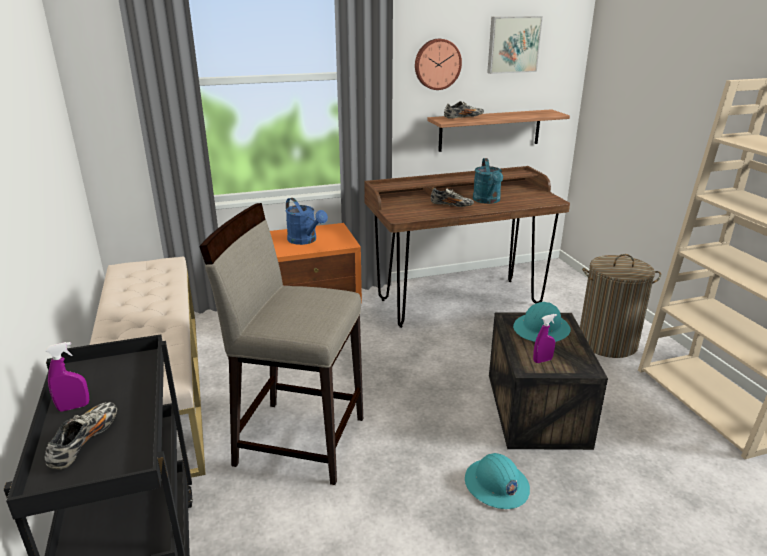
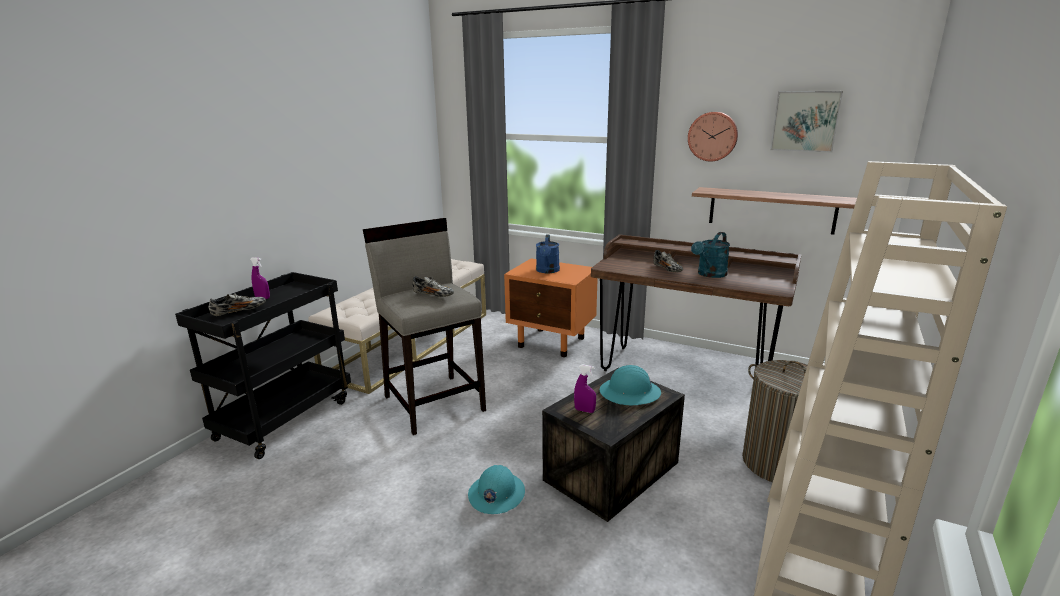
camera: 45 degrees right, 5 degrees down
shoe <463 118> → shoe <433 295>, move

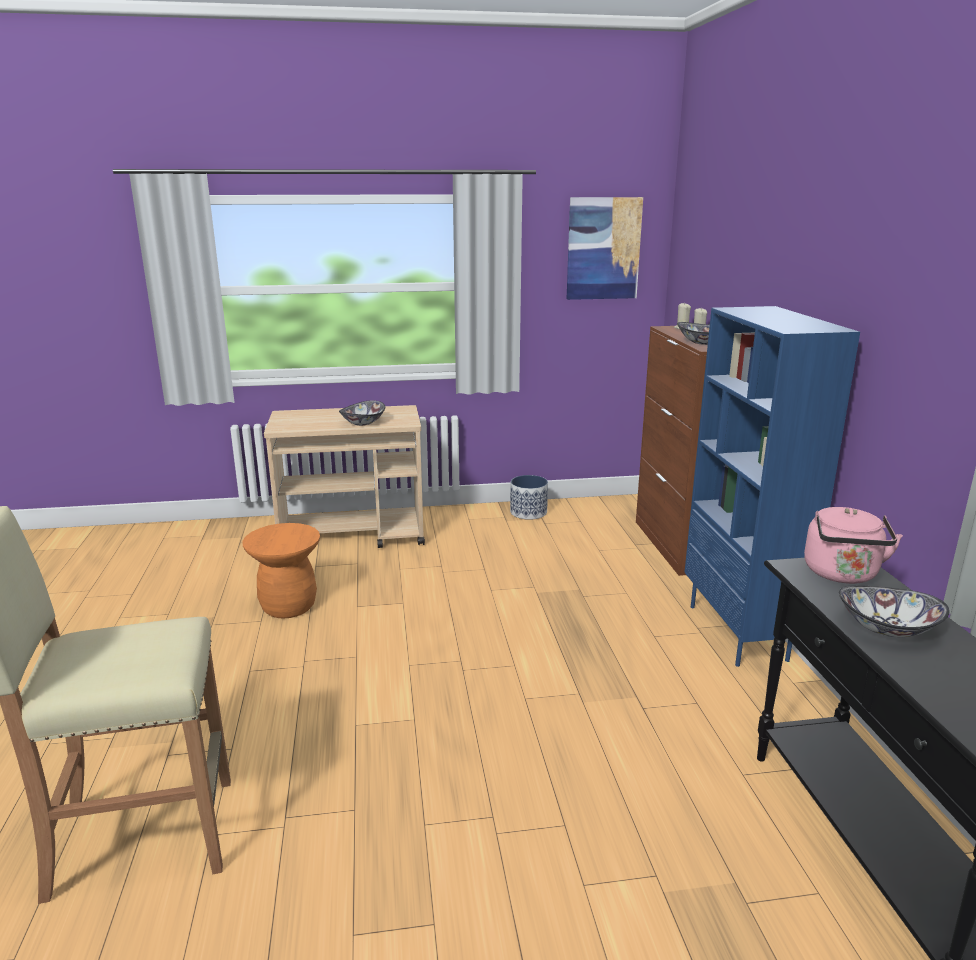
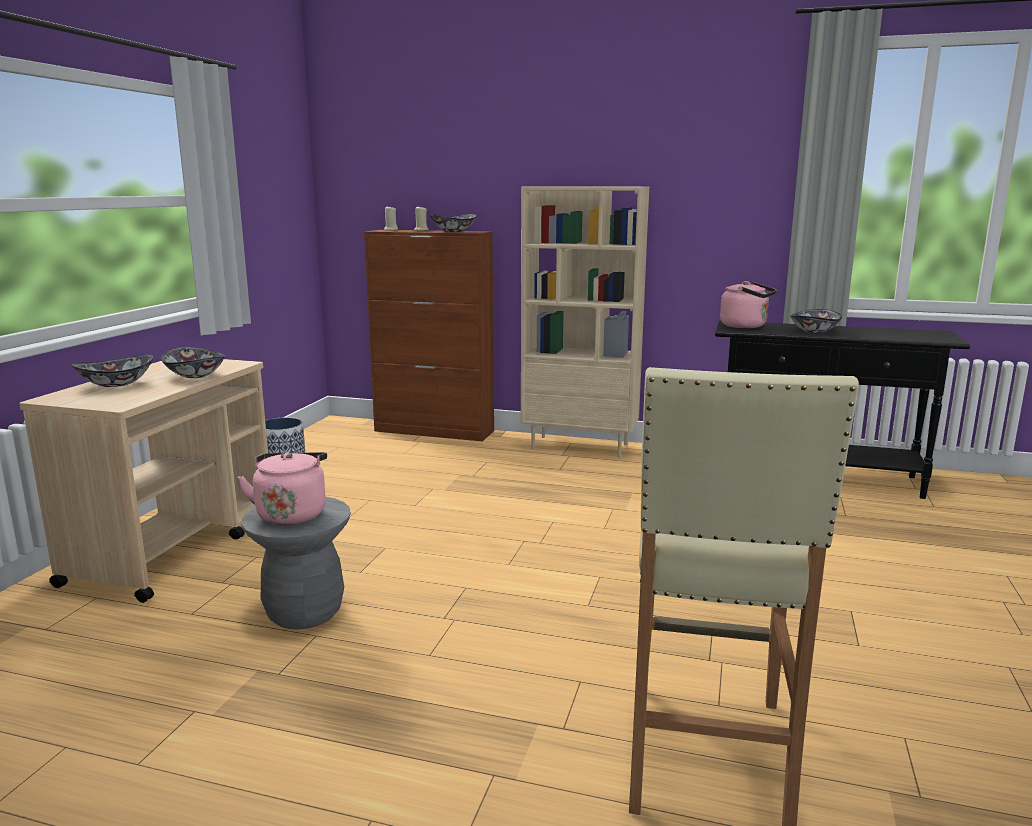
camera: 65 degrees left, 5 degrees down
orange-coloured stool seat <288 606> → grey stool seat <304 612>
wall picture <603 248> → -
bluish bookcase <739 633> → beige bookcase <580 446>
- → serving bowl <117 384>
- → pink kettle <291 513>

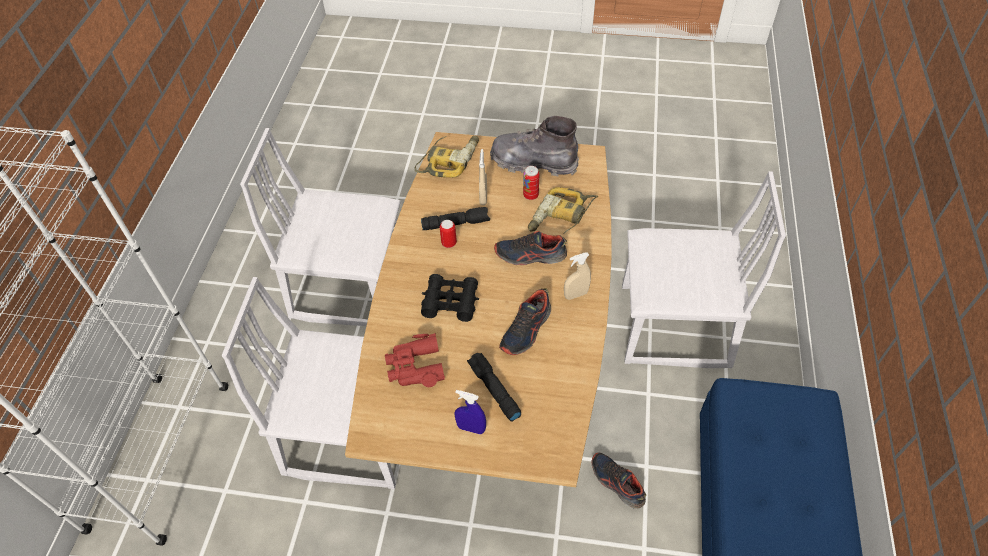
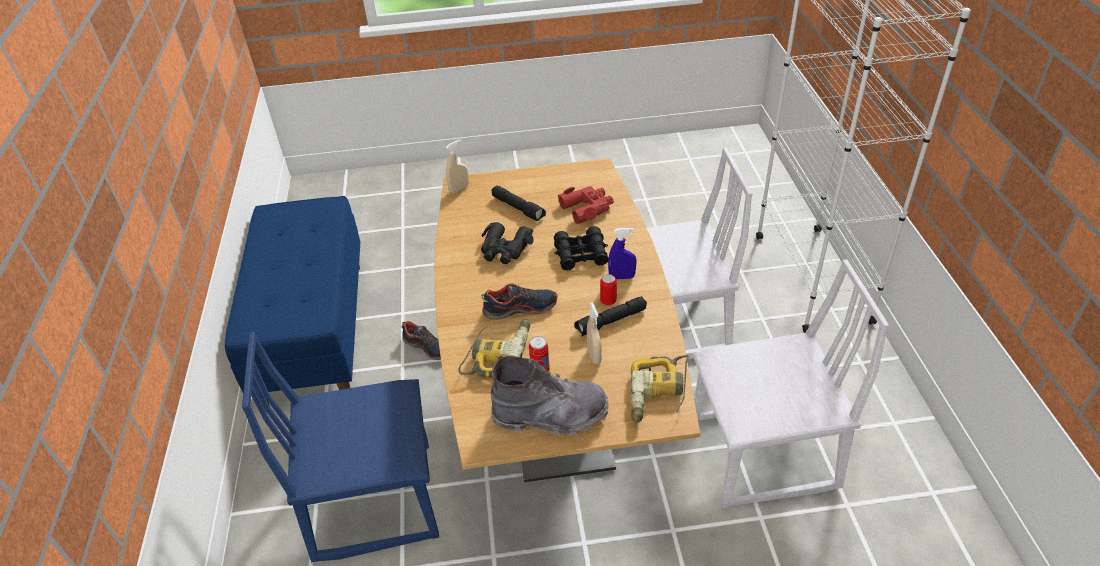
camera: 165 degrees right, 10 degrees down
bluish hand sprayer <471 428> → bluish hand sprayer <622 277>, move
shoe <526 330> → black-coloured binoculars <505 249>
beige hand sprayer <576 295> → beige hand sprayer <459 189>, move
white-coloured plain chair <674 327> → bluish plain chair <374 499>

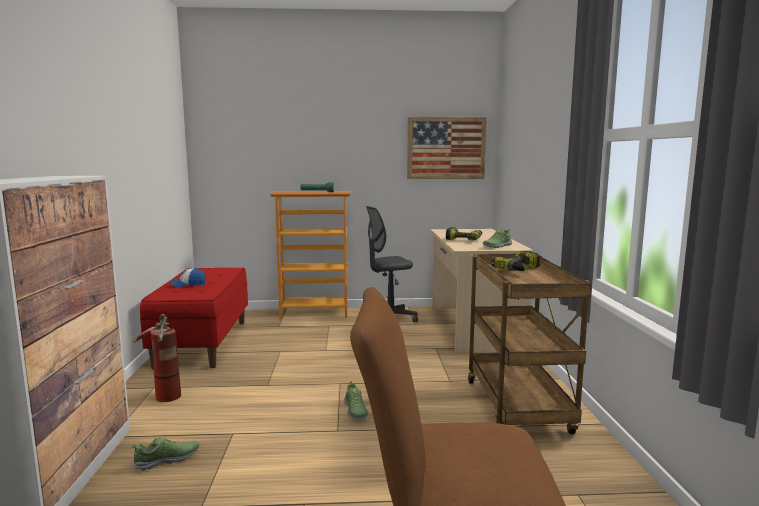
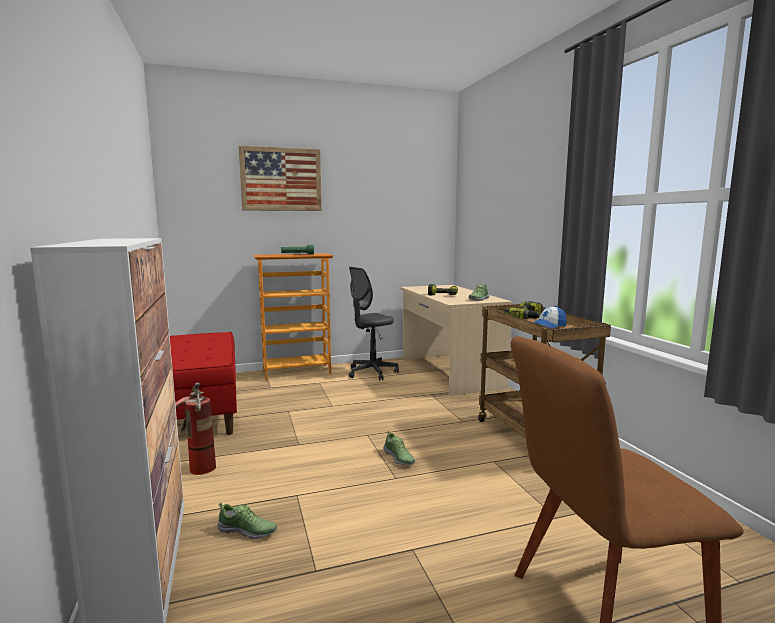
camera: 15 degrees left, 0 degrees up
shoe <167 460> → shoe <247 531>, 60 degrees clockwise
baseball cap <188 284> → baseball cap <548 326>, move
wall picture <446 148> → wall picture <281 179>, move

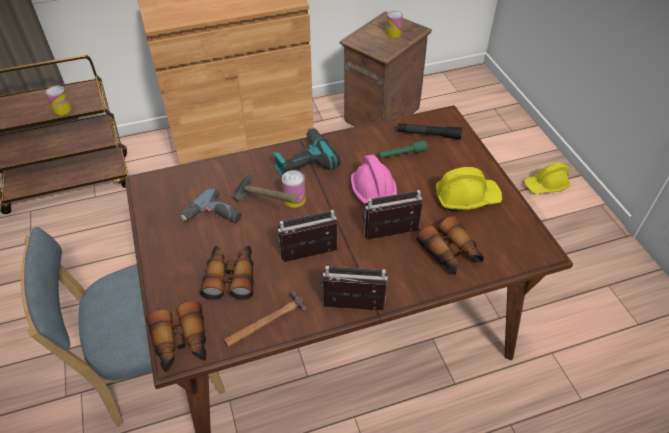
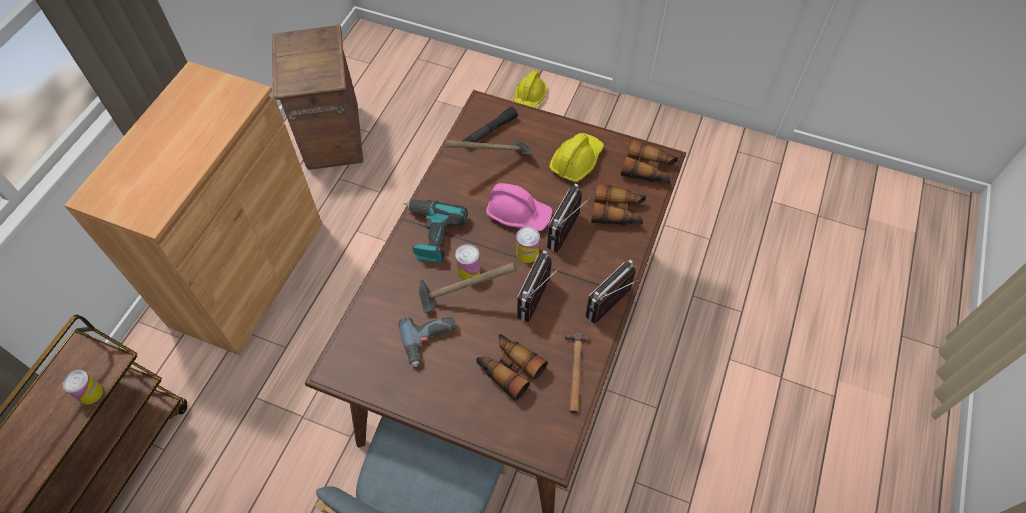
camera: 50 degrees left, 10 degrees up
binoculars <181 344> → binoculars <648 169>, move
greenish flashlight <401 154> → tool hammer <493 165>
can <393 33> → can <527 253>, move

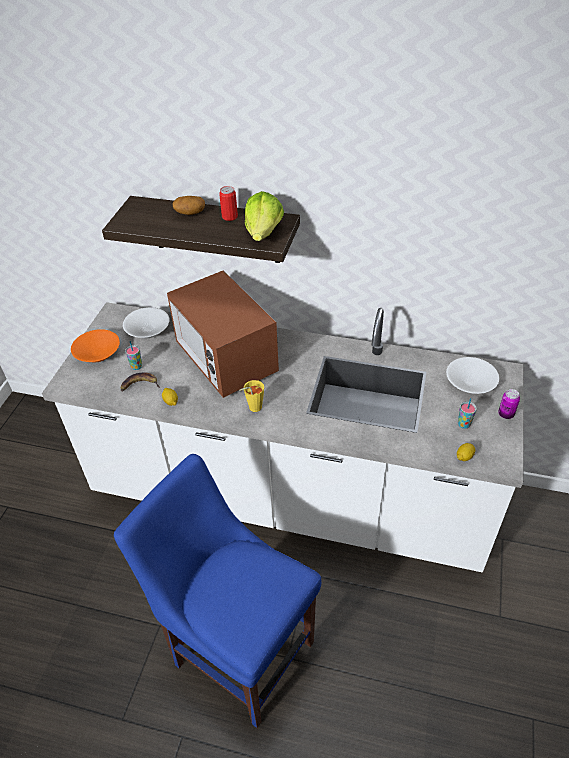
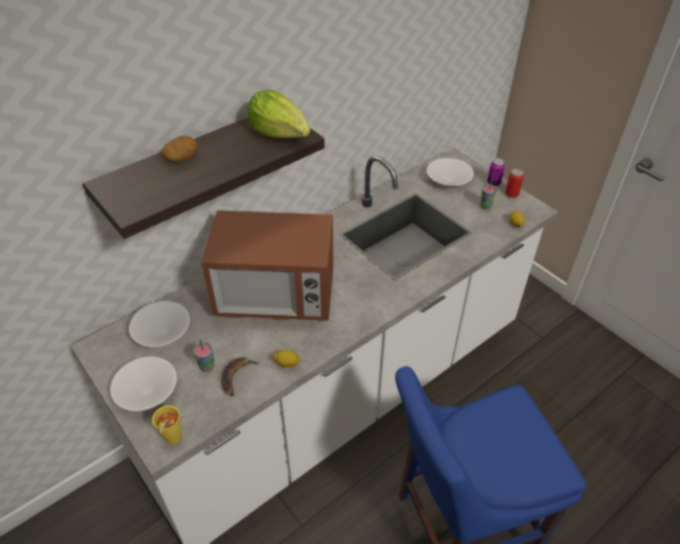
camera: 55 degrees left, 0 degrees up
orange-coloured serving bowl <97 353> → white-coloured serving bowl <147 392>
can <229 217> → can <511 193>, move
yellow drinking cup <252 408> → yellow drinking cup <171 440>, move

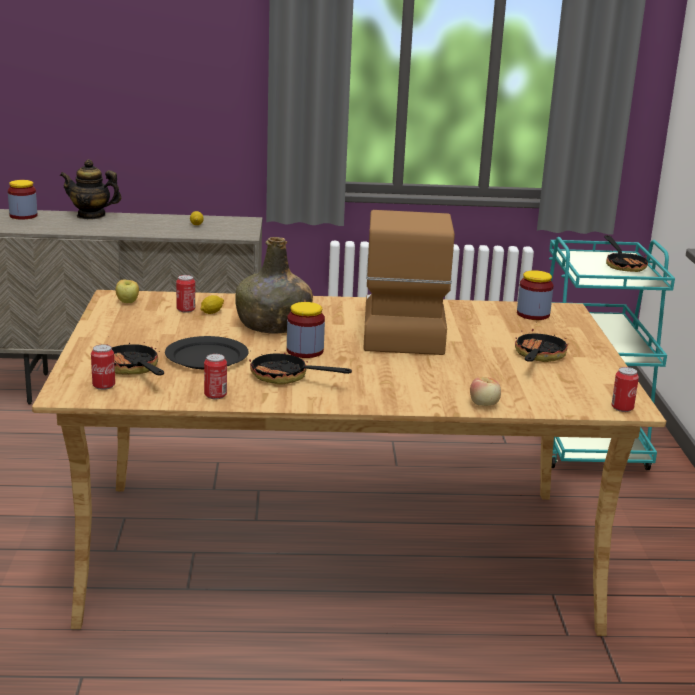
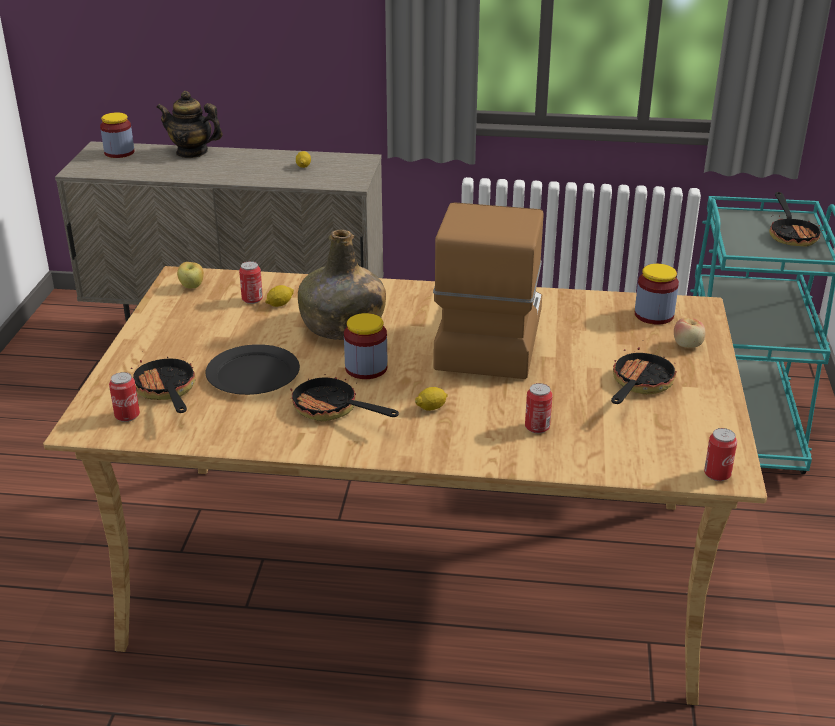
camera: 10 degrees right, 10 degrees up
can <215 395> → can <537 427>, move
apple fruit <484 404> → apple fruit <687 345>, move
- → citrus fruit <431 407>

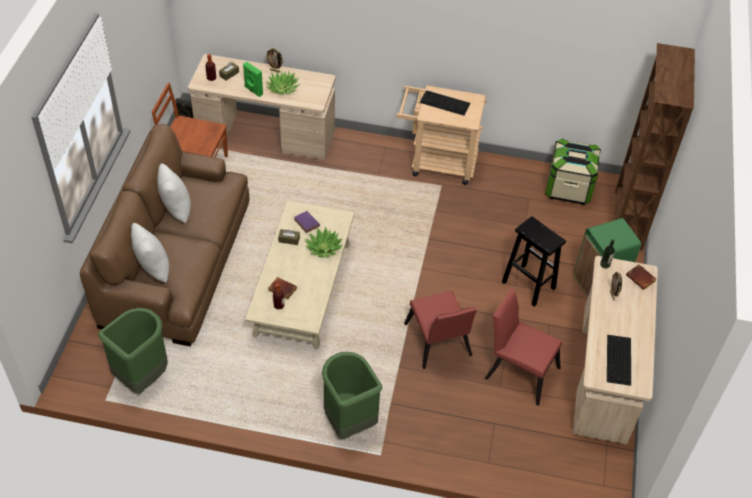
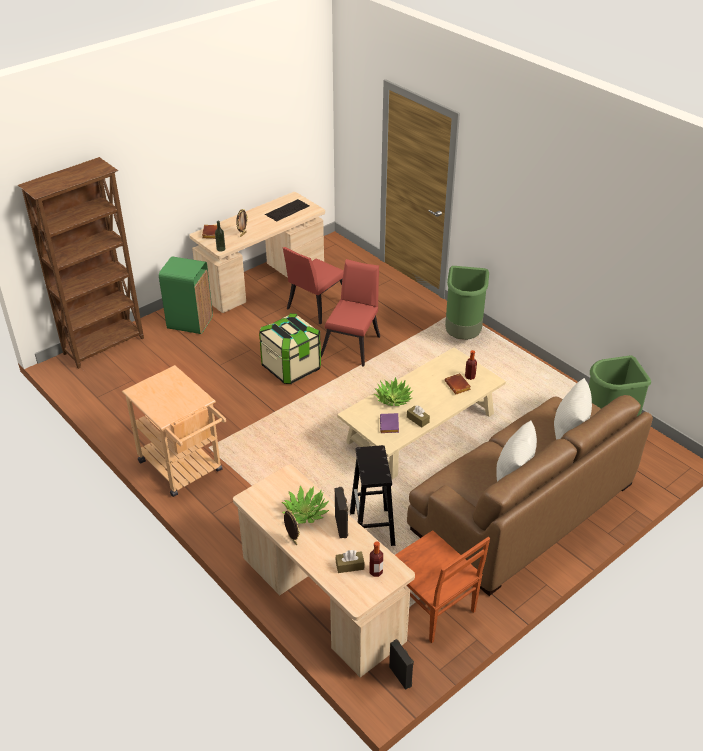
camera: 140 degrees left, 10 degrees down
greenish speaker <253 91> → black-coloured speaker <342 526>
PC keyboard <445 103> → -
red-coloured plain chair <518 370> → red-coloured plain chair <315 307>, 60 degrees clockwise
black-coloured stool seat <527 284> → black-coloured stool seat <372 529>, move
storage container <568 188> → storage container <291 368>, move

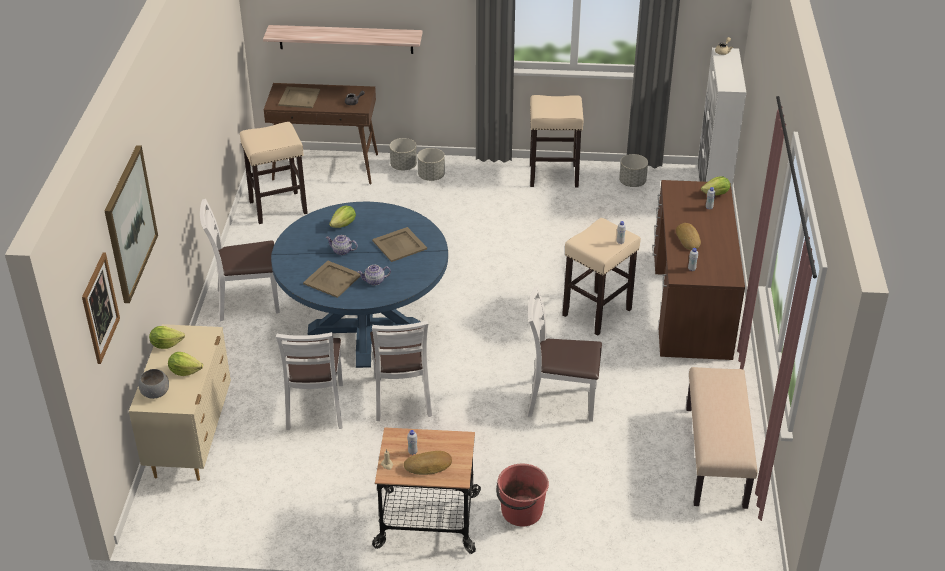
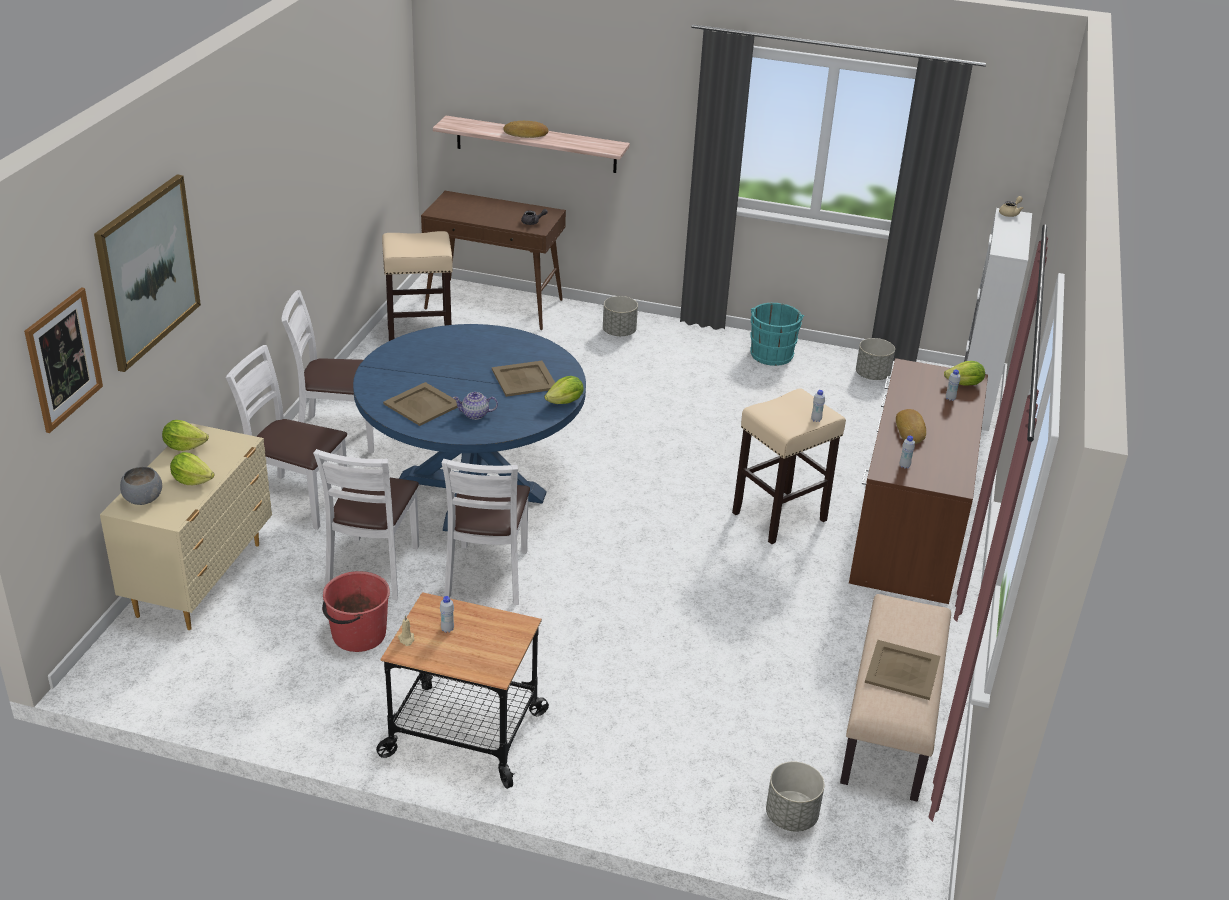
camera: 10 degrees right, 5 degrees down
beige carrying tray <299 98> → beige carrying tray <902 670>, move
teapot <342 251> → -
lettuce head <344 225> → lettuce head <565 402>, move
grey planter <403 166> → grey planter <791 816>, move
bread <428 466> → bread <526 134>, move
red-coloured water bucket <521 511> → red-coloured water bucket <358 635>, move
white-coloured plain chair <560 400> → white-coloured plain chair <296 502>, move
beige stool seat <553 176> → turquoise-coloured water bucket <772 353>

